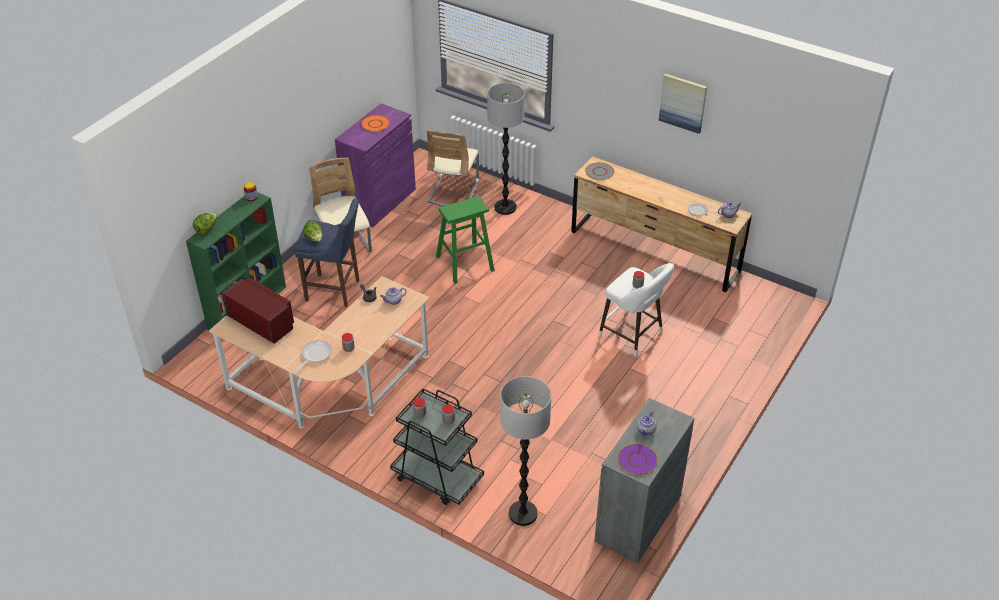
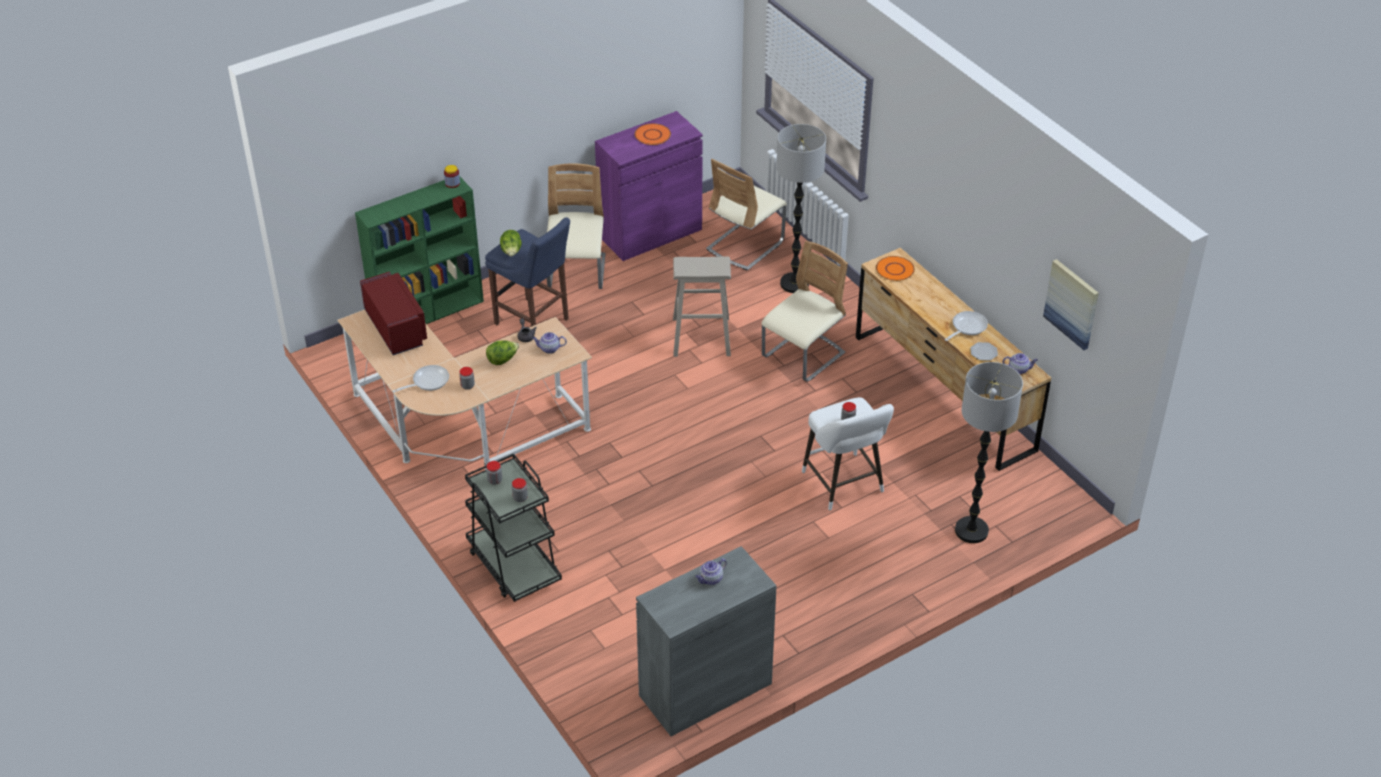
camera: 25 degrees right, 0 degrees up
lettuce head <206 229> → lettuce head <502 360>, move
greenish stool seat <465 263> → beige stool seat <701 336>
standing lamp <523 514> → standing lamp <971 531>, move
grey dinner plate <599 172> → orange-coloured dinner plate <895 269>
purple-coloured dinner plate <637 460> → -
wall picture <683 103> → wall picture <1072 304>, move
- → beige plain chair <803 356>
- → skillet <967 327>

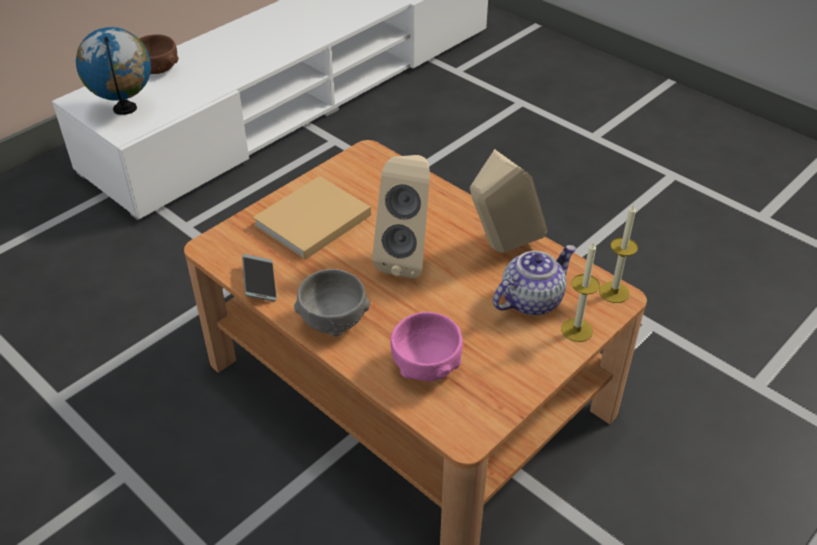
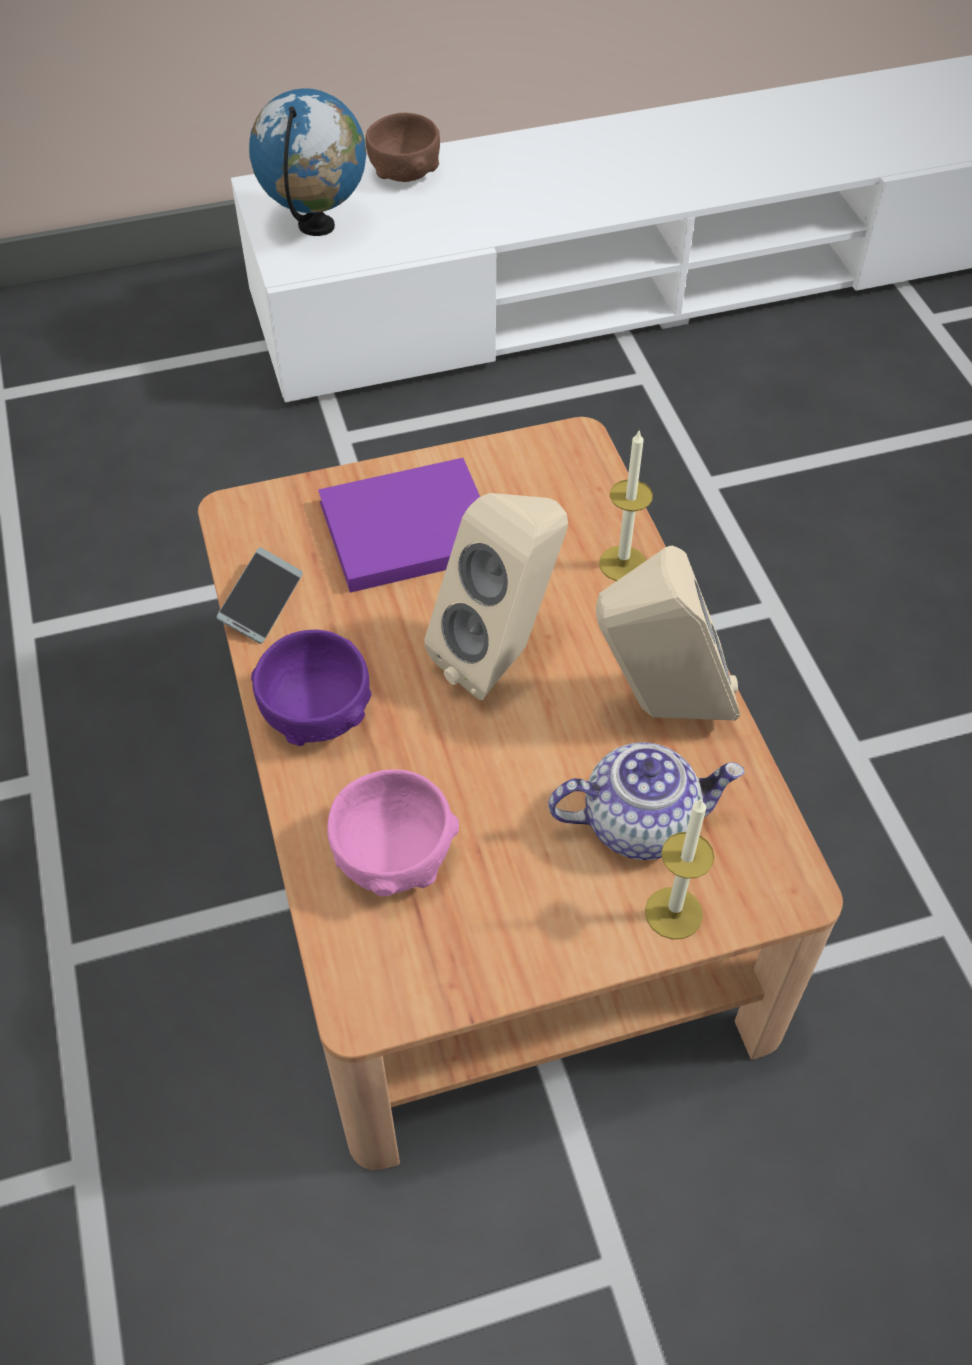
camera: 30 degrees right, 10 degrees up
beige volume <310 222> → purple-coloured volume <403 530>
grey serving bowl <333 320> → purple-coloured serving bowl <317 714>
candle <614 292> → candle <622 564>, move

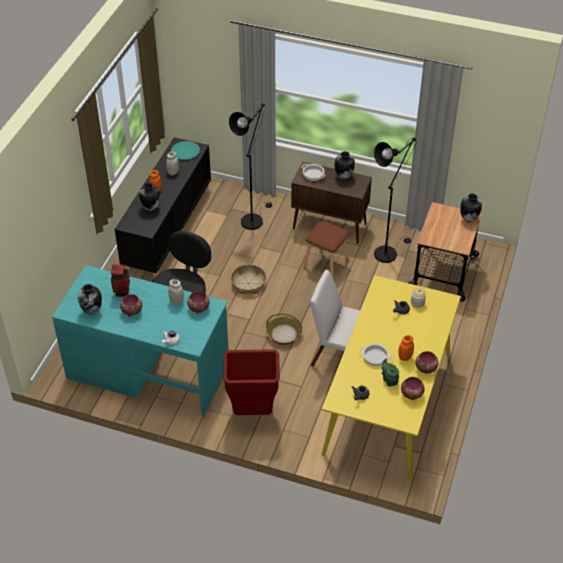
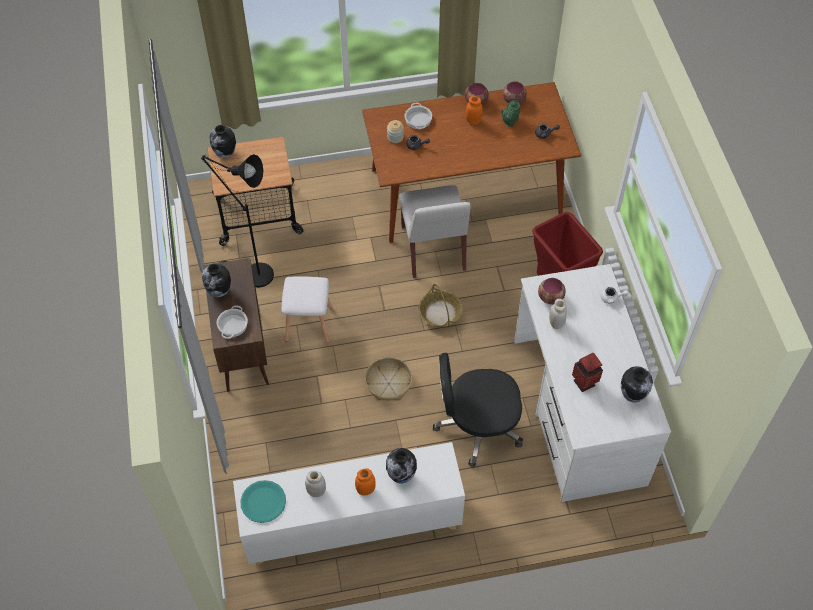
camera: 120 degrees left, 10 degrees up
turquoise-coloured desk unit <148 370> → white-coloured desk unit <577 411>
black-coloured cupboard <168 229> → white-coloured cupboard <351 524>
serving bowl <131 311> → -
black-coloured standing lamp <253 219> → -
brown-coloured stool seat <326 263> → white-coloured stool seat <308 323>
yellow kitchen table <388 403> → brown-coloured kitchen table <466 191>
cooking pot <375 357> → cooking pot <418 119>, move

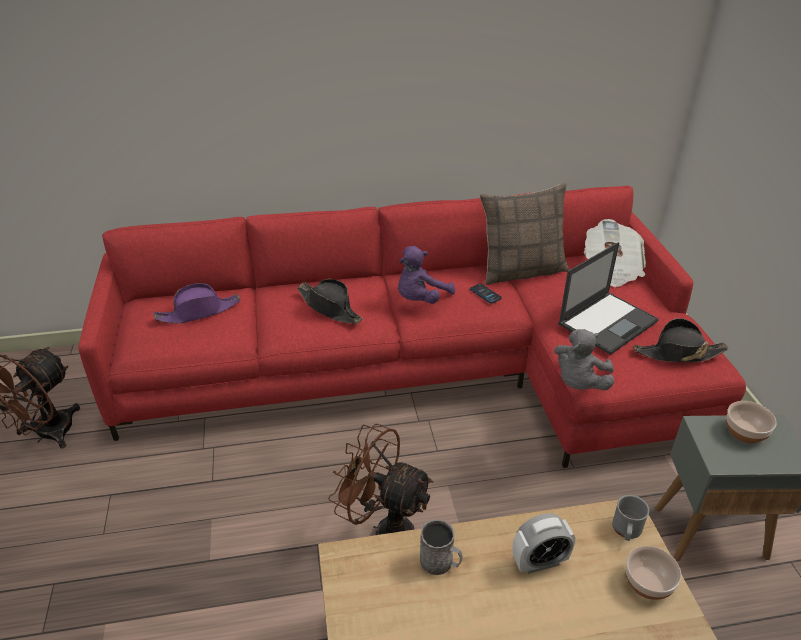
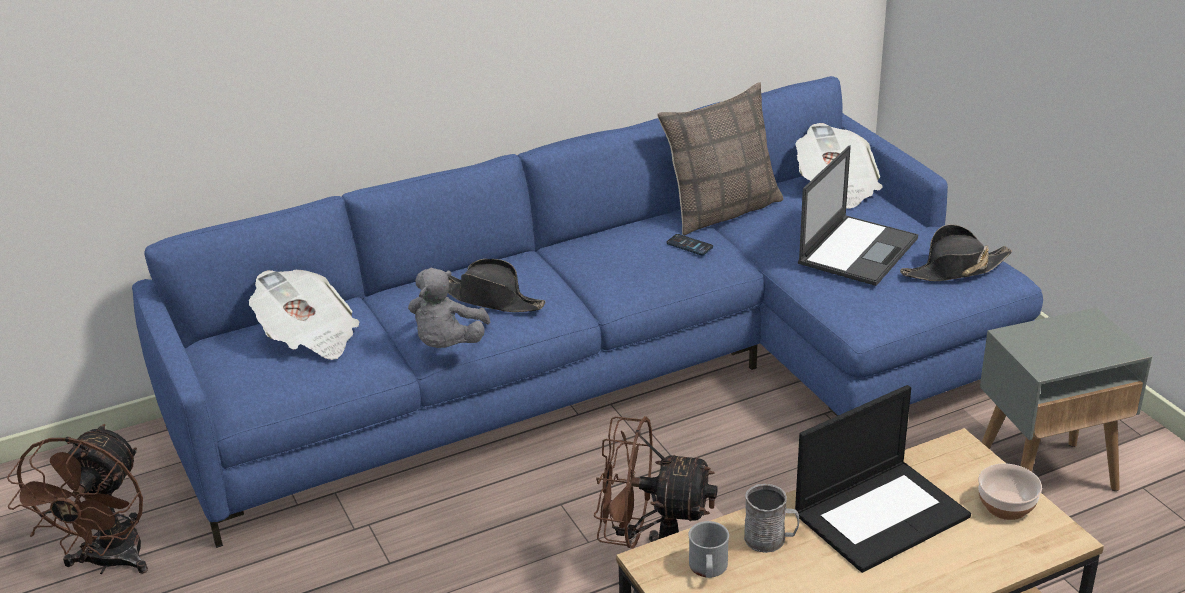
camera: 15 degrees left, 5 degrees down
red-coloured couch <425 370> → bluish couch <617 373>
purple-coloured clothing hat <199 312> → printed paper <309 337>
purple-coloured plush toy <420 299> → -
table clock <539 562> → laptop <881 514>
grey plush toy <579 384> → grey plush toy <448 345>, move
grey tea mug <626 531> → grey tea mug <708 569>, move
serving bowl <745 432> → -

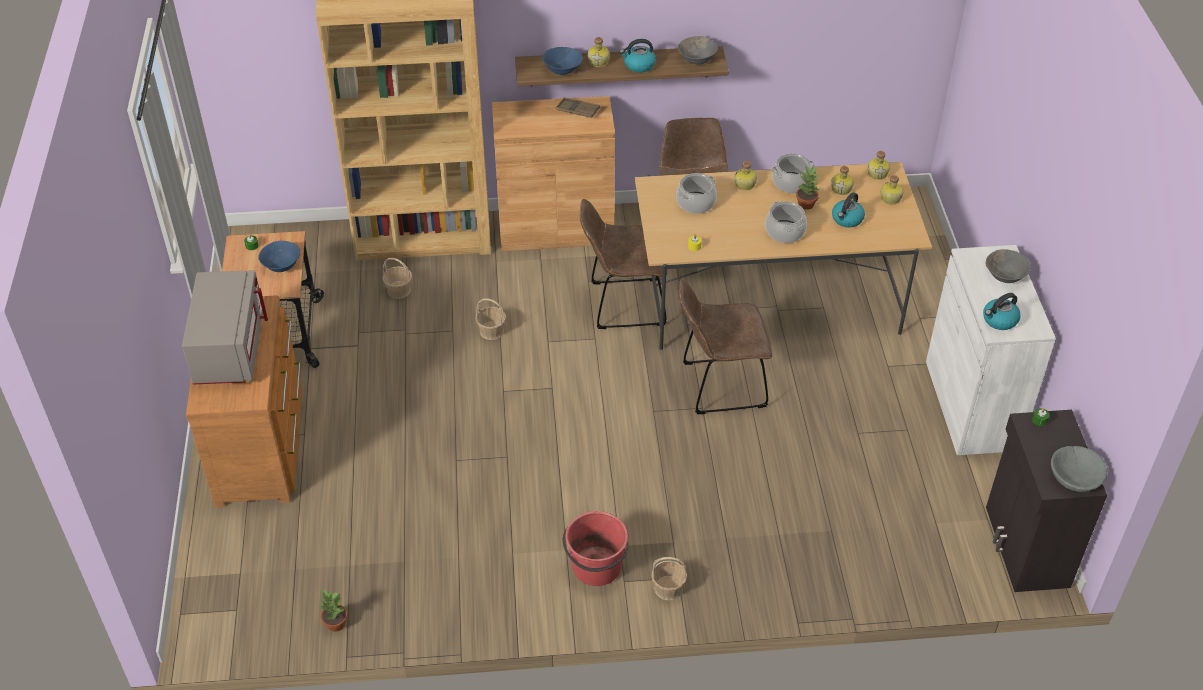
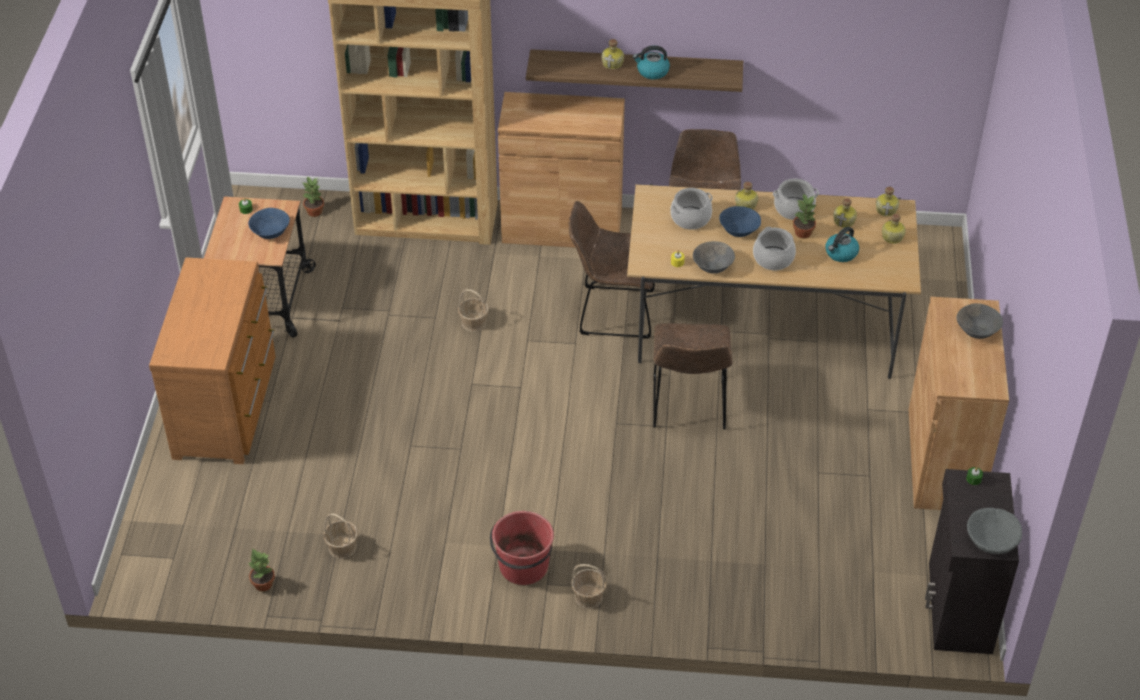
camera: 10 degrees right, 0 degrees up
grey microwave <229 348> → -
household basket <399 290> → household basket <342 547>, move
bluish serving bowl <562 70> → bluish serving bowl <739 230>, move
brown-coloured carrying tray <577 110> → -
grey serving bowl <697 59> → grey serving bowl <713 266>, move
brown-coloured plain chair <719 385> → brown-coloured plain chair <689 406>, 90 degrees counterclockwise
white-coloured cupboard <971 405> → brown-coloured cupboard <943 460>
kettle <999 320> → -
- → houseplant <315 211>

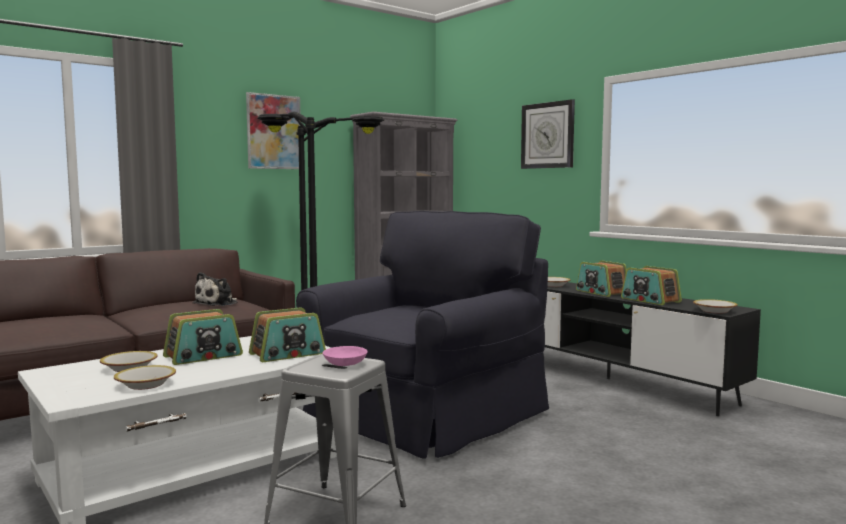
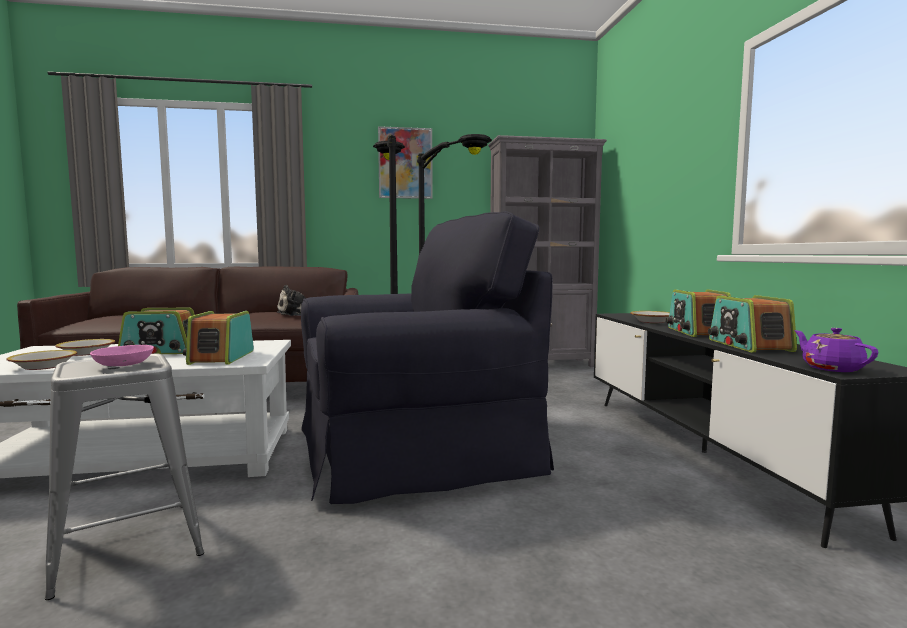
camera: 30 degrees right, 0 degrees up
radio <288 354> → radio <221 357>, 90 degrees clockwise
wall clock <548 135> → -
serving bowl <715 311> → purple-coloured teapot <831 368>

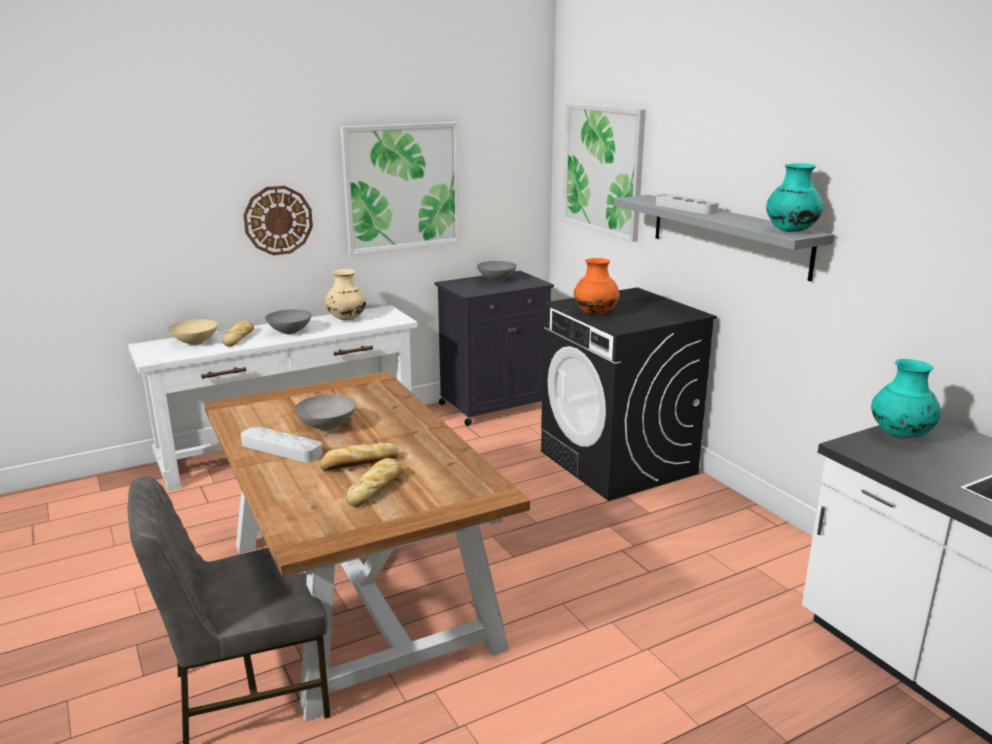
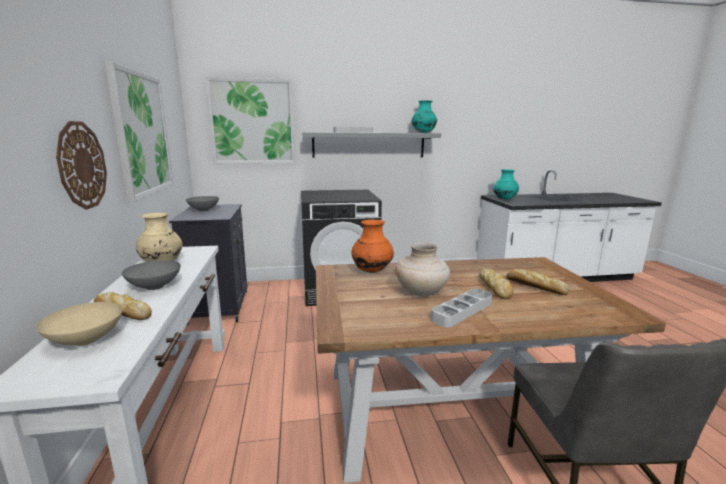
camera: 70 degrees left, 5 degrees down
grey serving bowl <326 427> → beige vase <421 292>
orange-coloured vase <595 313> → orange-coloured vase <372 271>, move

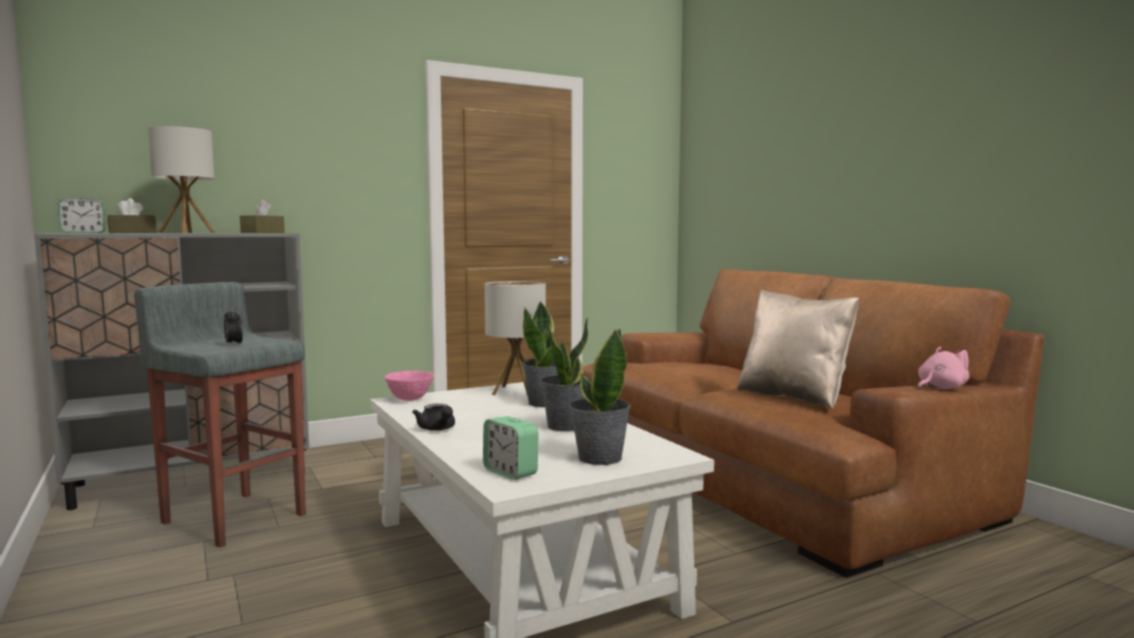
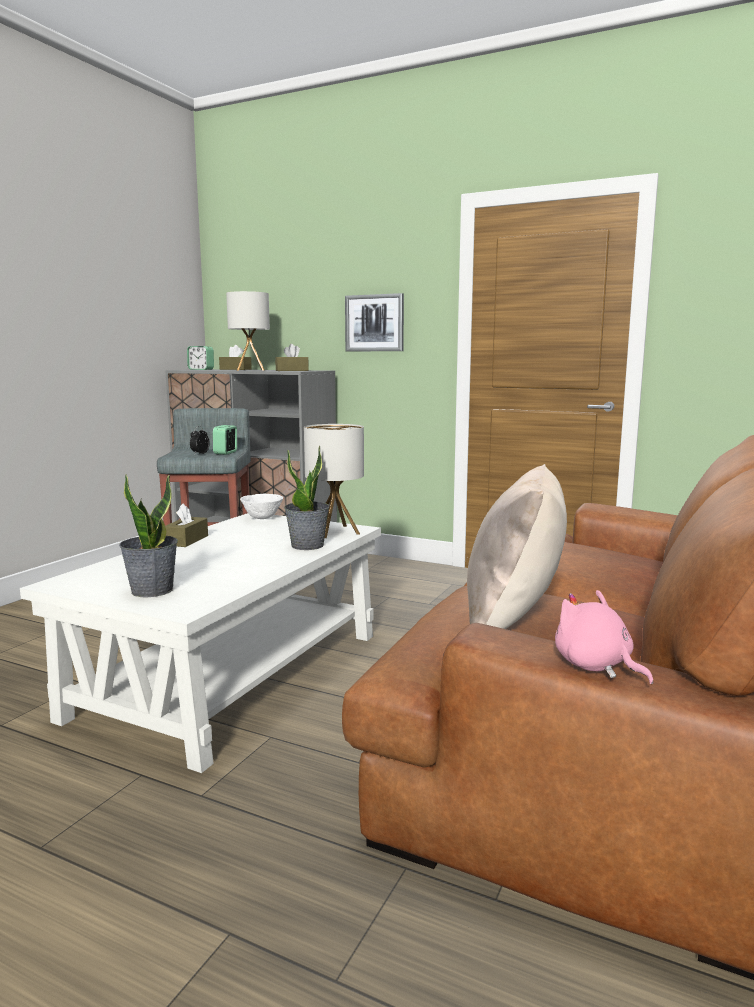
camera: 55 degrees right, 5 degrees up
pink serving bowl <410 399> → white-coloured serving bowl <262 518>
black-coloured teapot <437 429> → brown-coloured tissue box <186 540>
table clock <510 472> → table clock <226 453>, move
houseplant <566 426> → -
pink plush toy <940 388> → pink plush toy <596 666>, 150 degrees counterclockwise
- → wall picture <374 323>

